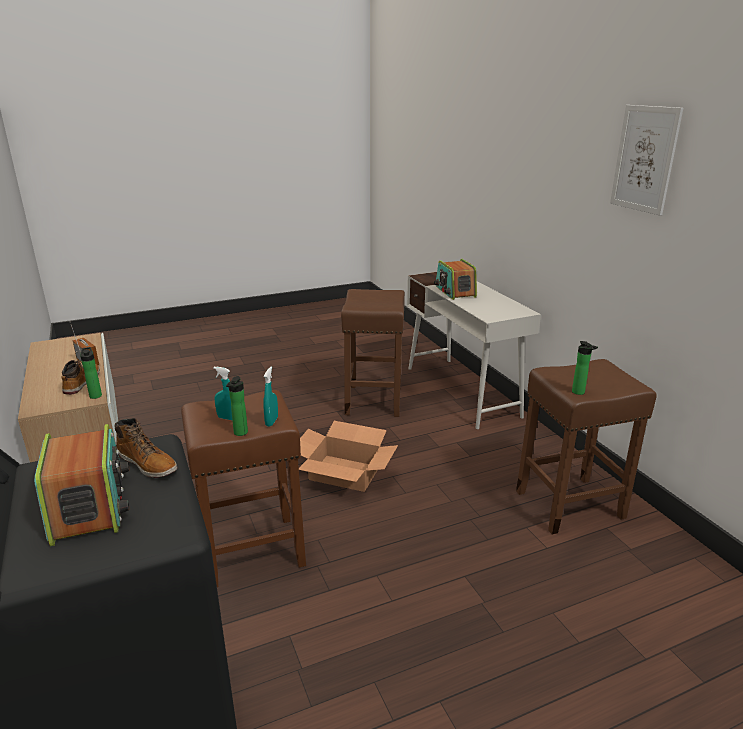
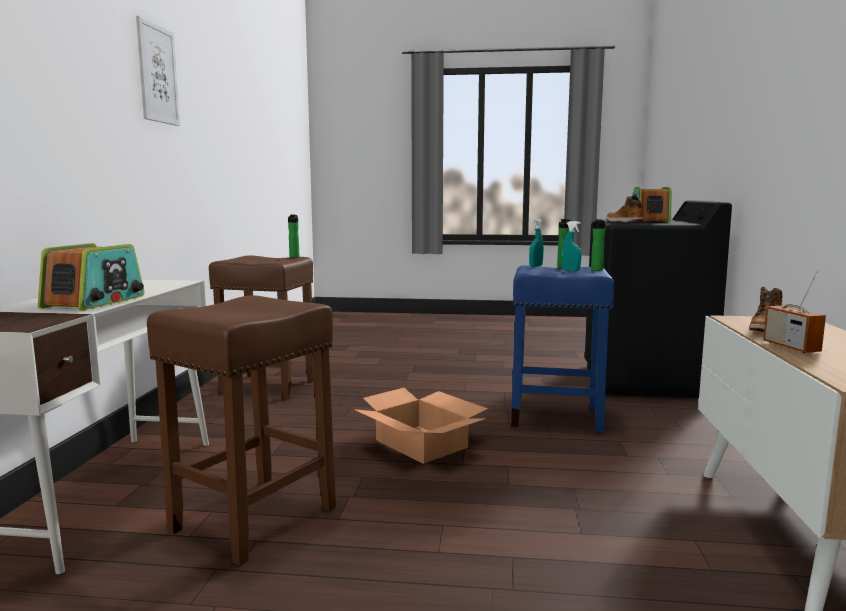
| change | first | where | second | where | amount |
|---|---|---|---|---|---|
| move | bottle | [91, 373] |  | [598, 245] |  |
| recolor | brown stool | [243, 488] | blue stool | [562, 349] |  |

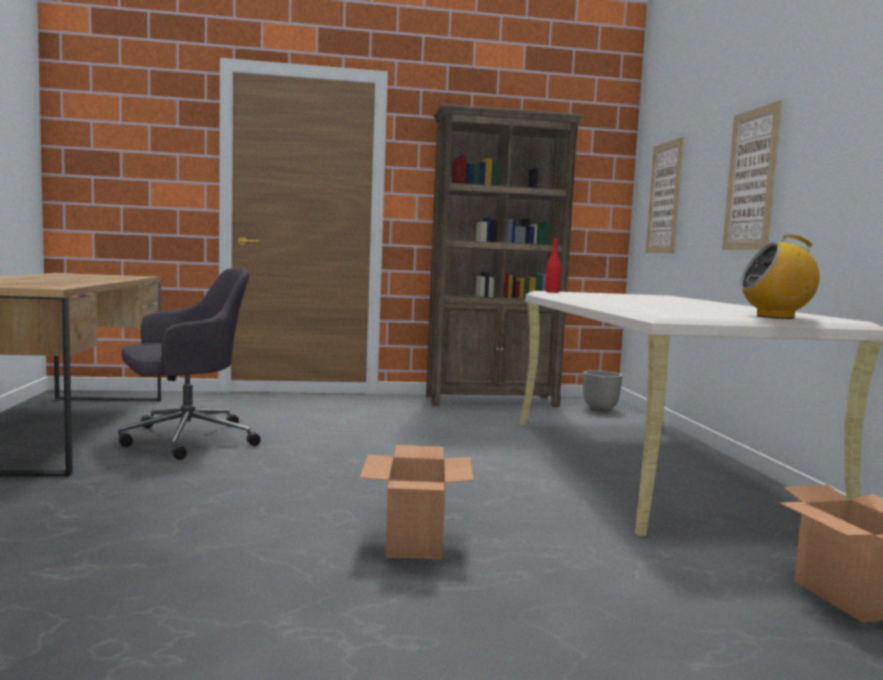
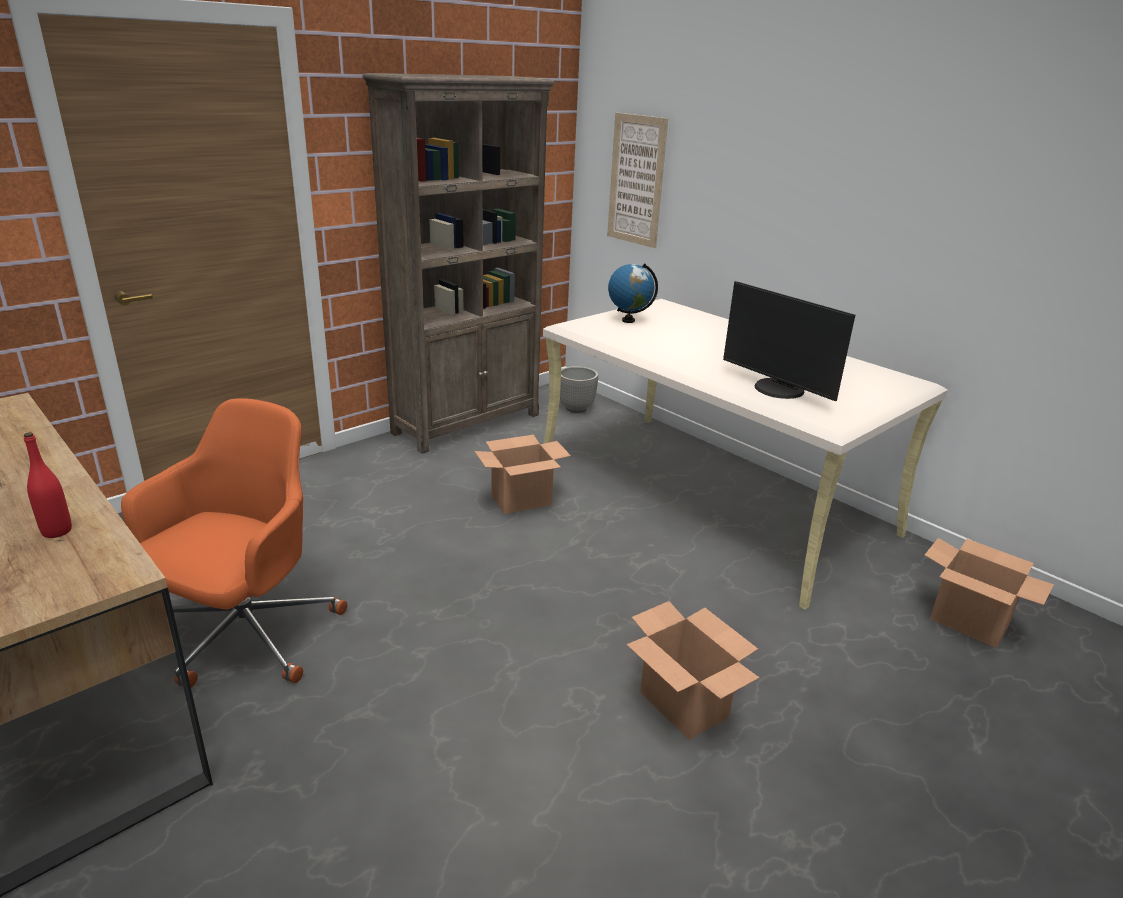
| change | first | where | second | where | amount |
|---|---|---|---|---|---|
| delete | picture | [752, 175] |  |  |  |
| delete | radio | [780, 277] |  |  |  |
| move | red bottle | [553, 265] |  | [48, 485] |  |
| recolor | grey office chair | [189, 364] | orange office chair | [234, 543] |  |
| insert |  |  | globe | [633, 293] |  |
| insert |  |  | monitor | [789, 341] |  |
| insert |  |  | cardboard box | [522, 474] |  |

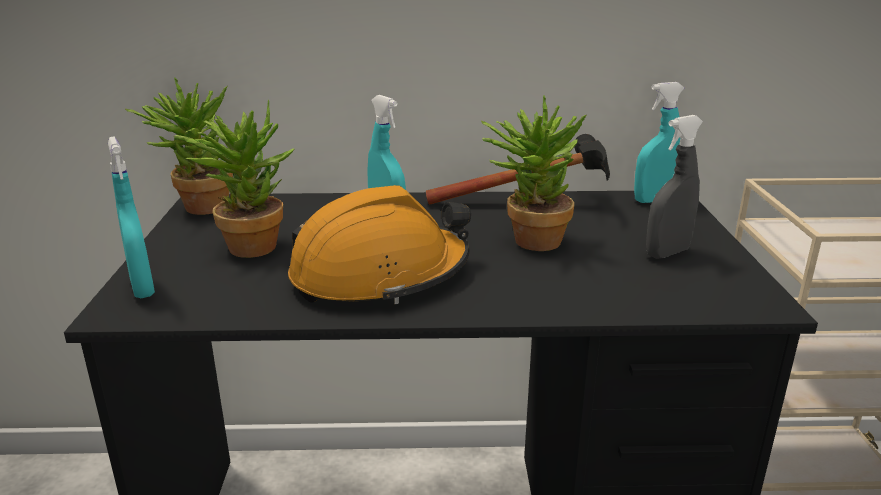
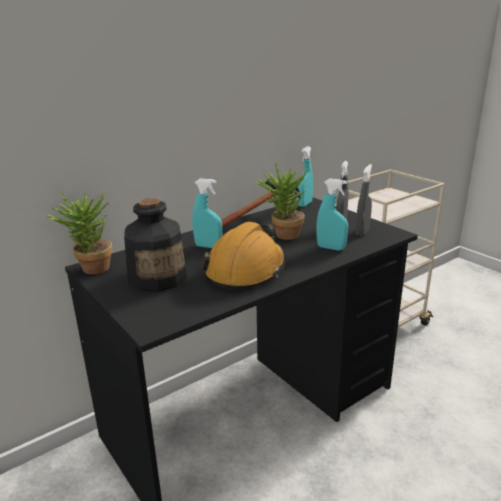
| change | first | where | second | where | amount |
|---|---|---|---|---|---|
| replace | potted plant | [234, 179] | bottle | [155, 245] |  |
| move | turquoise spray bottle | [131, 217] |  | [332, 214] |  |
| insert |  |  | grey spray bottle | [364, 200] |  |

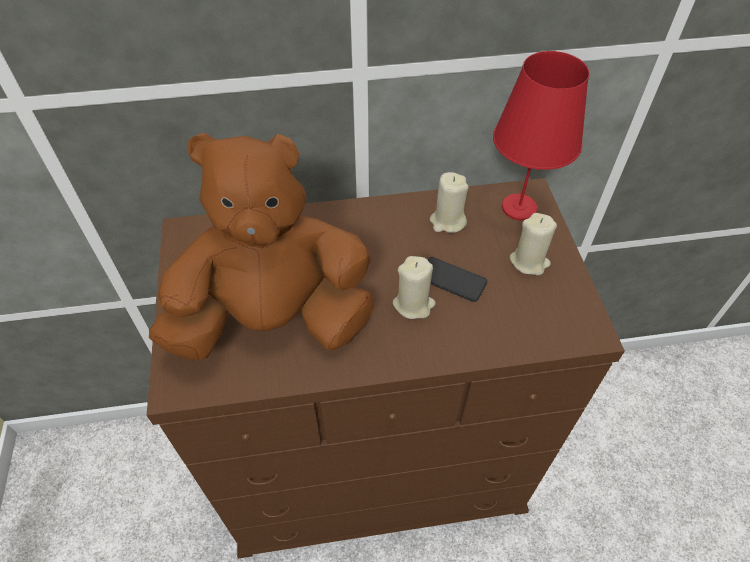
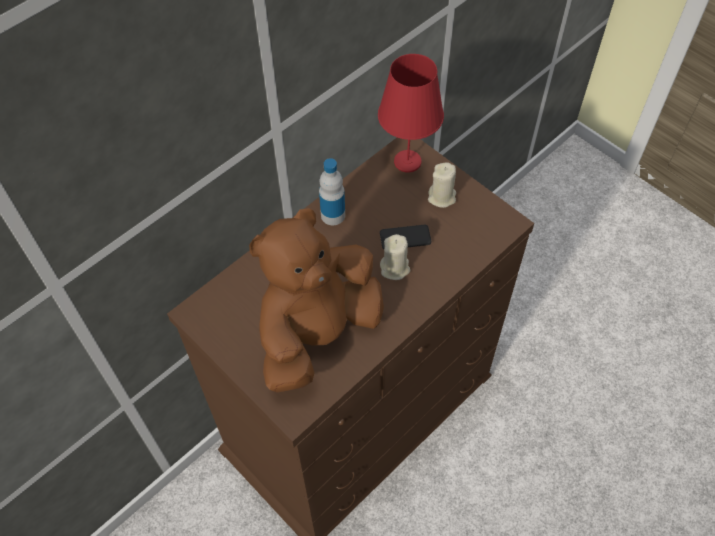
| change | first | where | second | where | amount |
|---|---|---|---|---|---|
| delete | beige candle | [449, 202] |  |  |  |
| insert |  |  | bottle | [332, 191] |  |

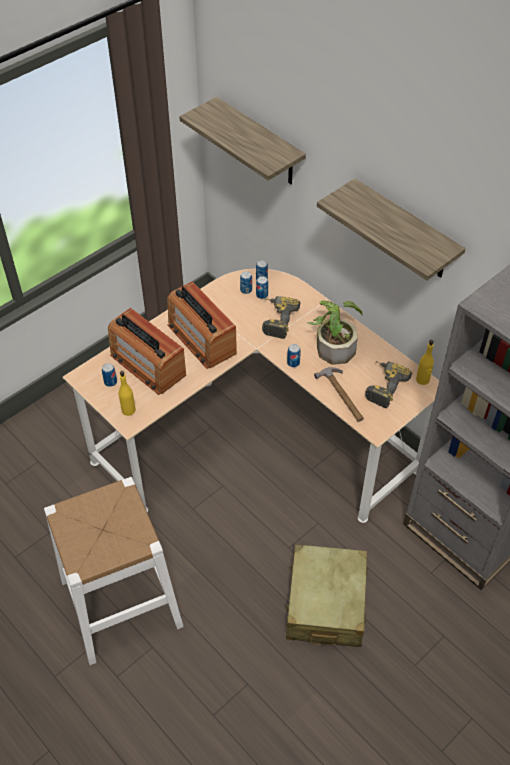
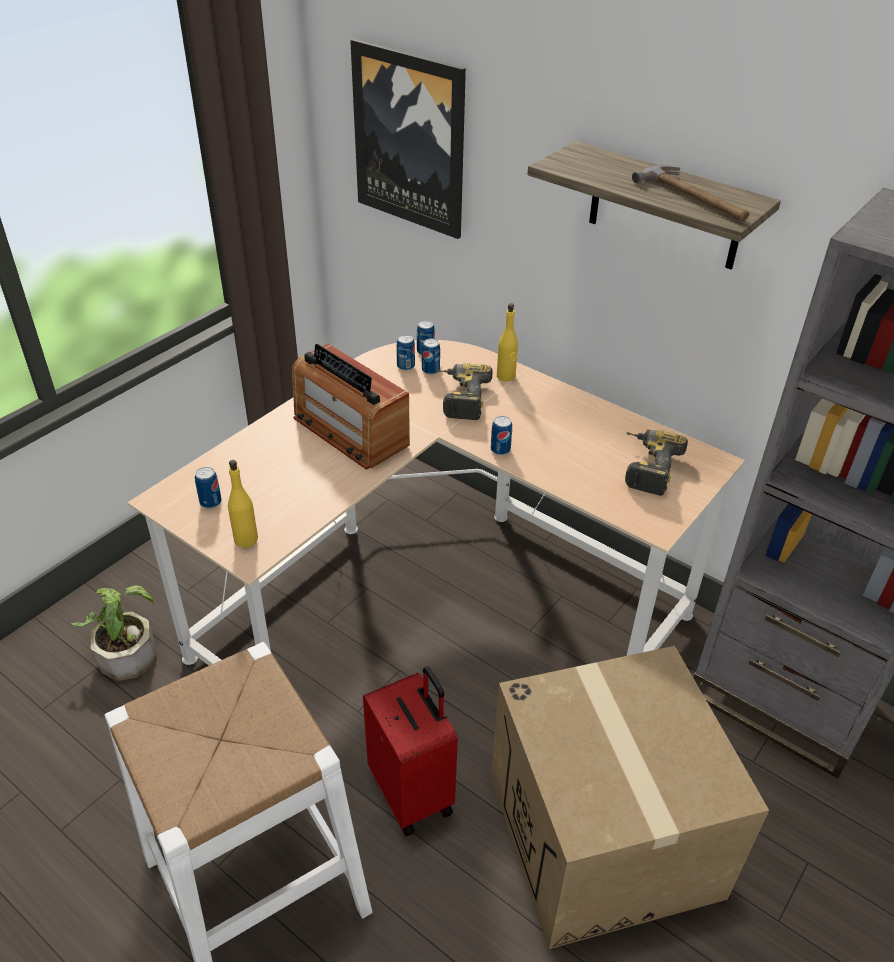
| change | first | where | second | where | amount |
|---|---|---|---|---|---|
| replace | shelf | [242, 140] | picture | [408, 139] |  |
| move | potted plant | [335, 332] |  | [114, 633] |  |
| delete | radio | [147, 351] |  |  |  |
| move | yellow bottle | [425, 362] |  | [507, 342] |  |
| move | hammer | [339, 394] |  | [690, 193] |  |
| replace | beige suitcase | [326, 595] | cardboard box | [630, 797] |  |
| insert |  |  | red suitcase | [410, 751] |  |

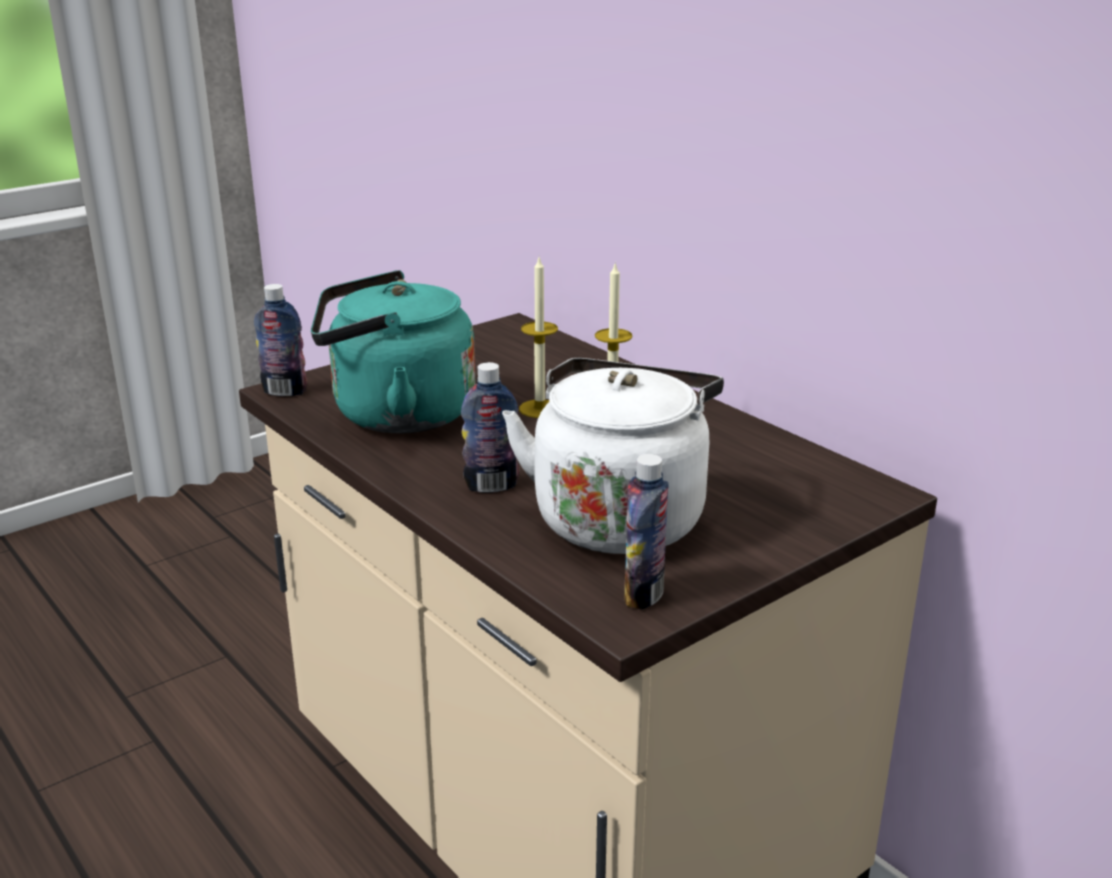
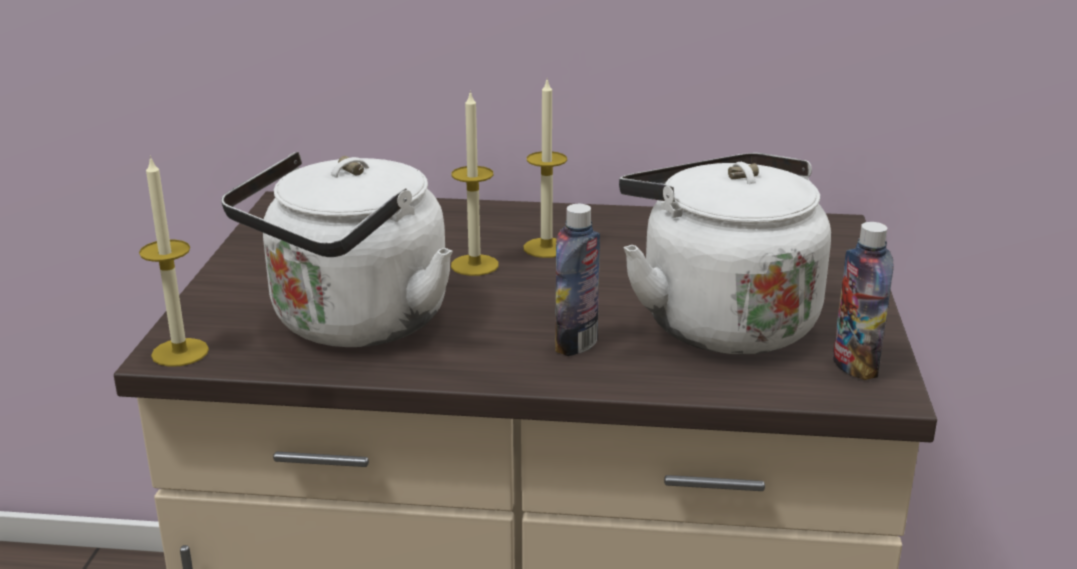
| change | first | where | second | where | amount |
|---|---|---|---|---|---|
| recolor | turquoise kettle | [393, 351] | white kettle | [337, 249] |  |
| replace | bottle | [280, 340] | candle | [174, 261] |  |

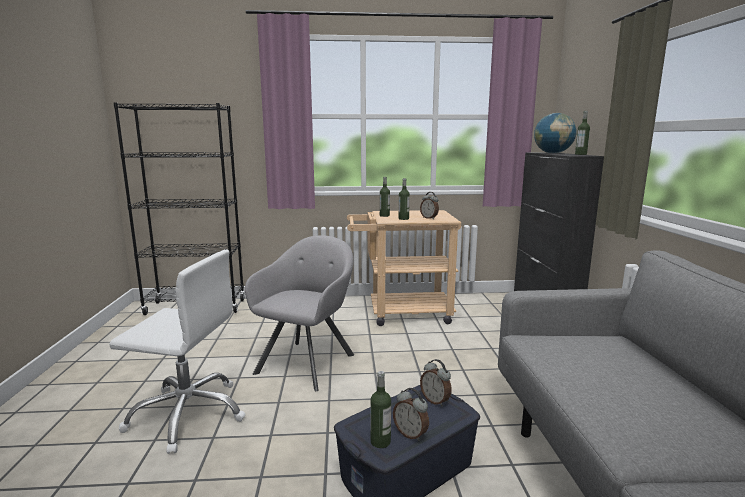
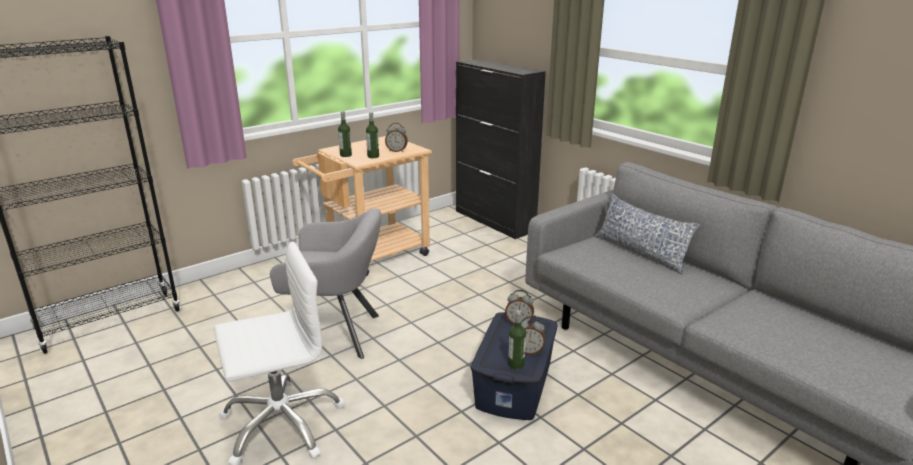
| change | first | where | second | where | amount |
|---|---|---|---|---|---|
| delete | bottle | [582, 133] |  |  |  |
| delete | globe | [555, 133] |  |  |  |
| rotate | grey armchair | [299, 313] |  | [325, 284] | 105 degrees clockwise |
| insert |  |  | pillow | [647, 233] |  |

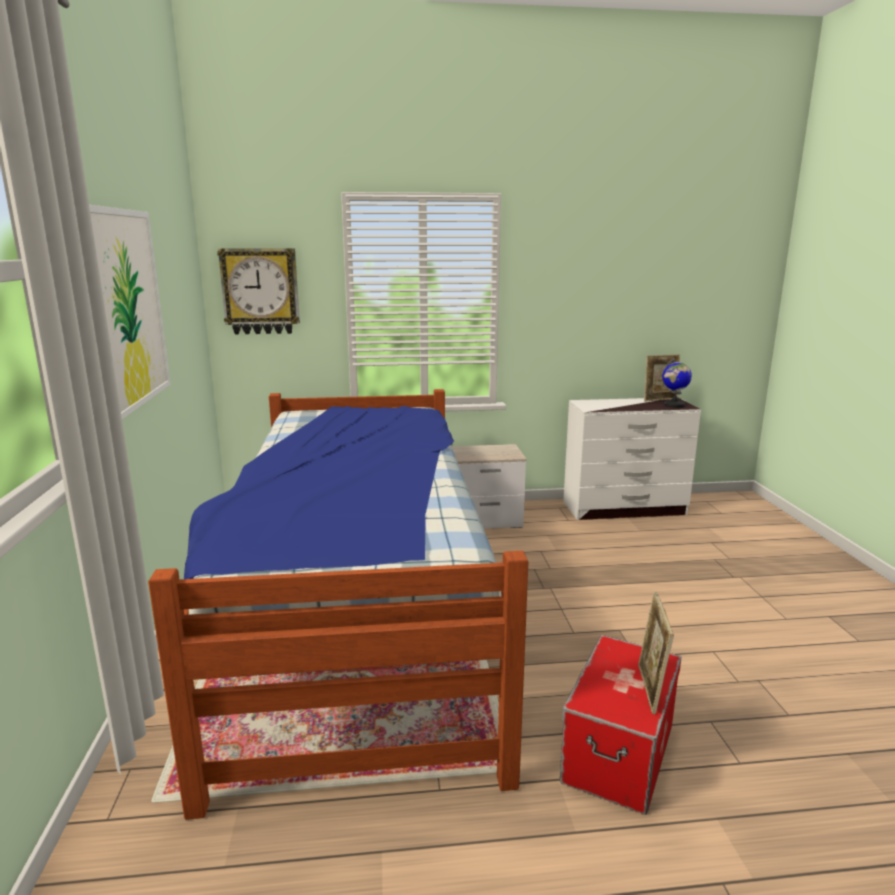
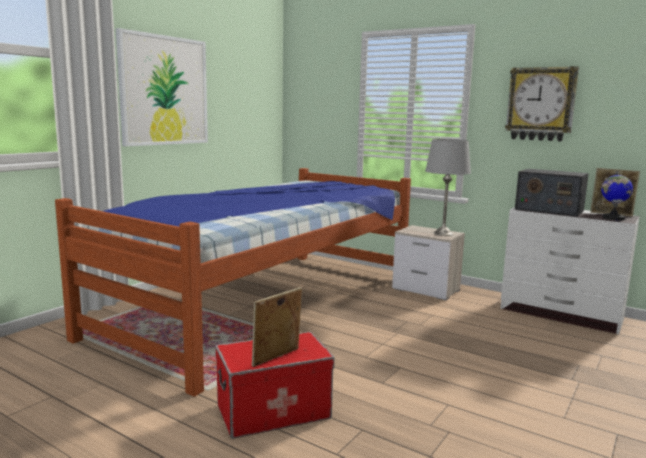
| change | first | where | second | where | amount |
|---|---|---|---|---|---|
| move | wall clock | [258, 291] |  | [542, 104] |  |
| insert |  |  | grey table lamp | [448, 187] |  |
| insert |  |  | radio | [552, 193] |  |

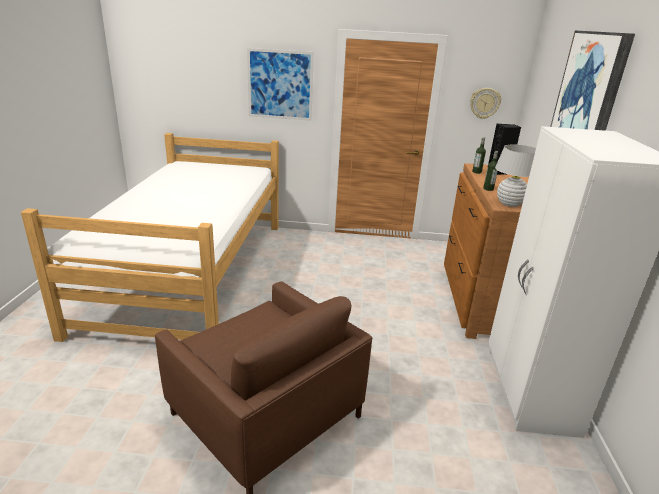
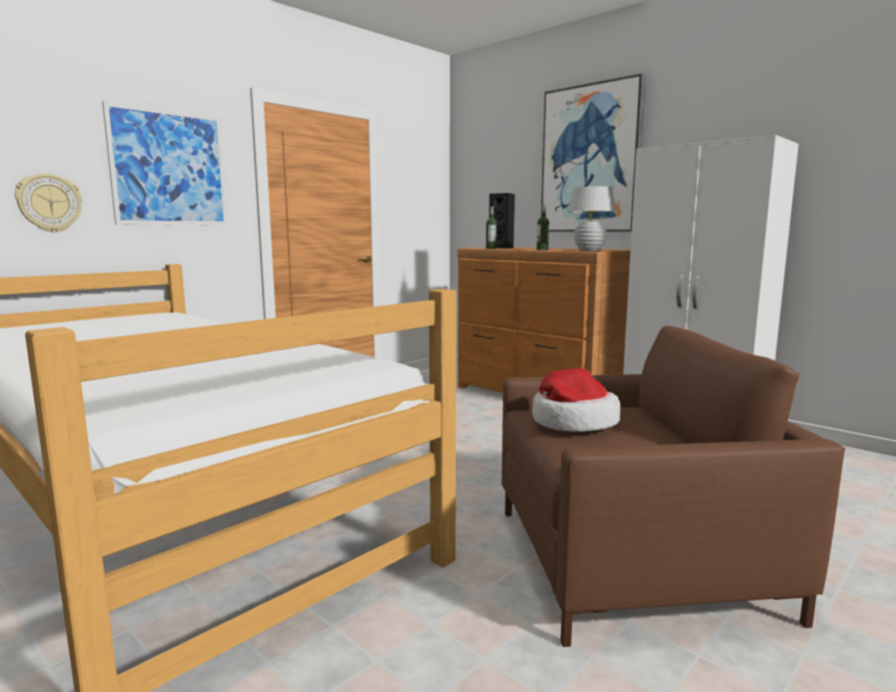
| change | first | where | second | where | amount |
|---|---|---|---|---|---|
| move | wall clock | [485, 103] |  | [48, 203] |  |
| insert |  |  | hat | [576, 400] |  |

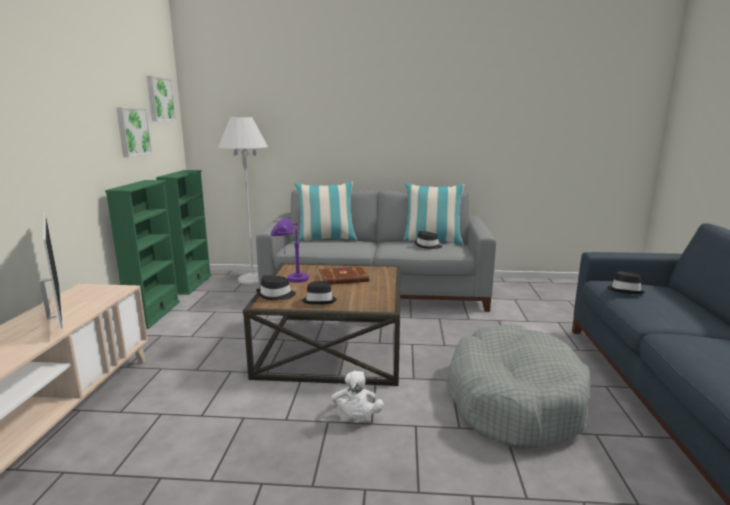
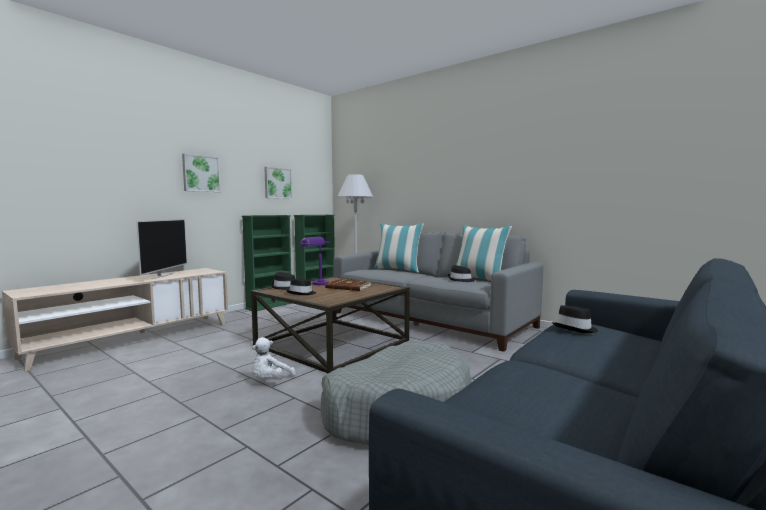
| change | first | where | second | where | amount |
|---|---|---|---|---|---|
| move | picture | [161, 98] |  | [201, 172] |  |

